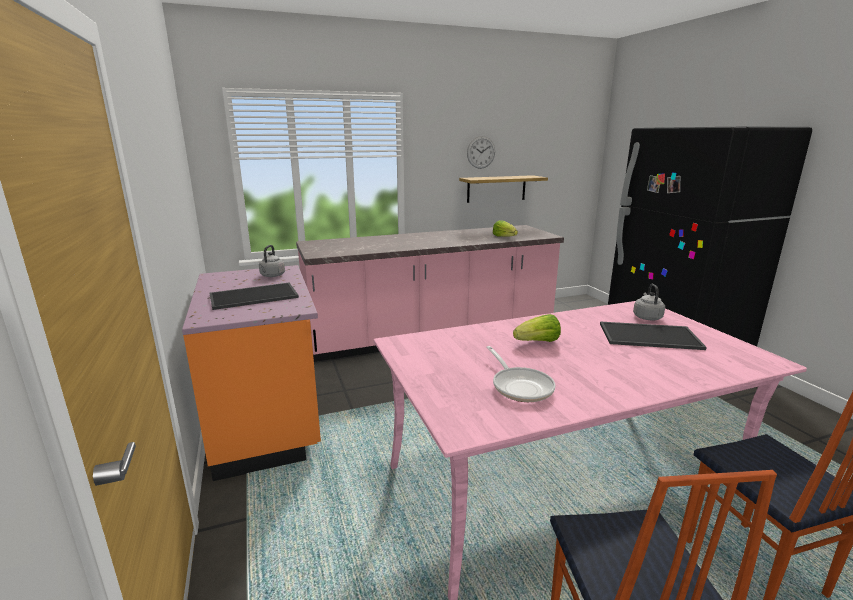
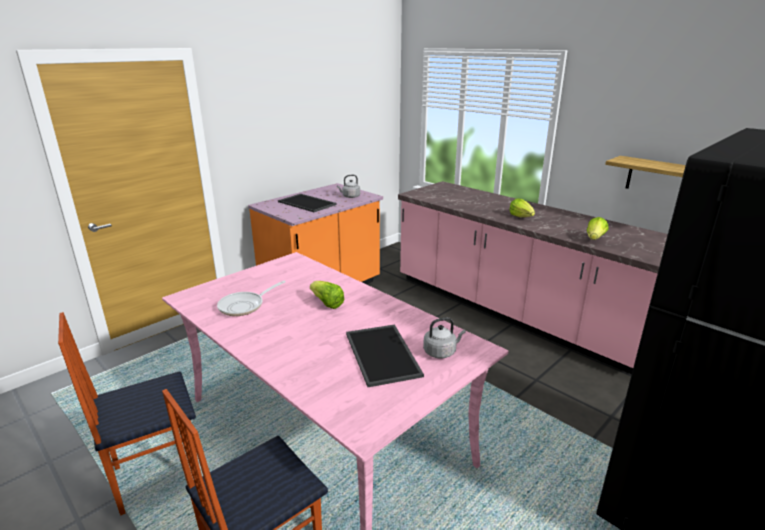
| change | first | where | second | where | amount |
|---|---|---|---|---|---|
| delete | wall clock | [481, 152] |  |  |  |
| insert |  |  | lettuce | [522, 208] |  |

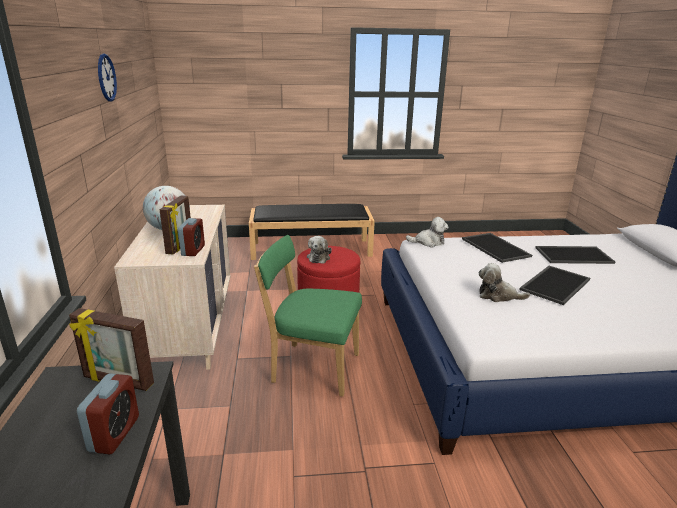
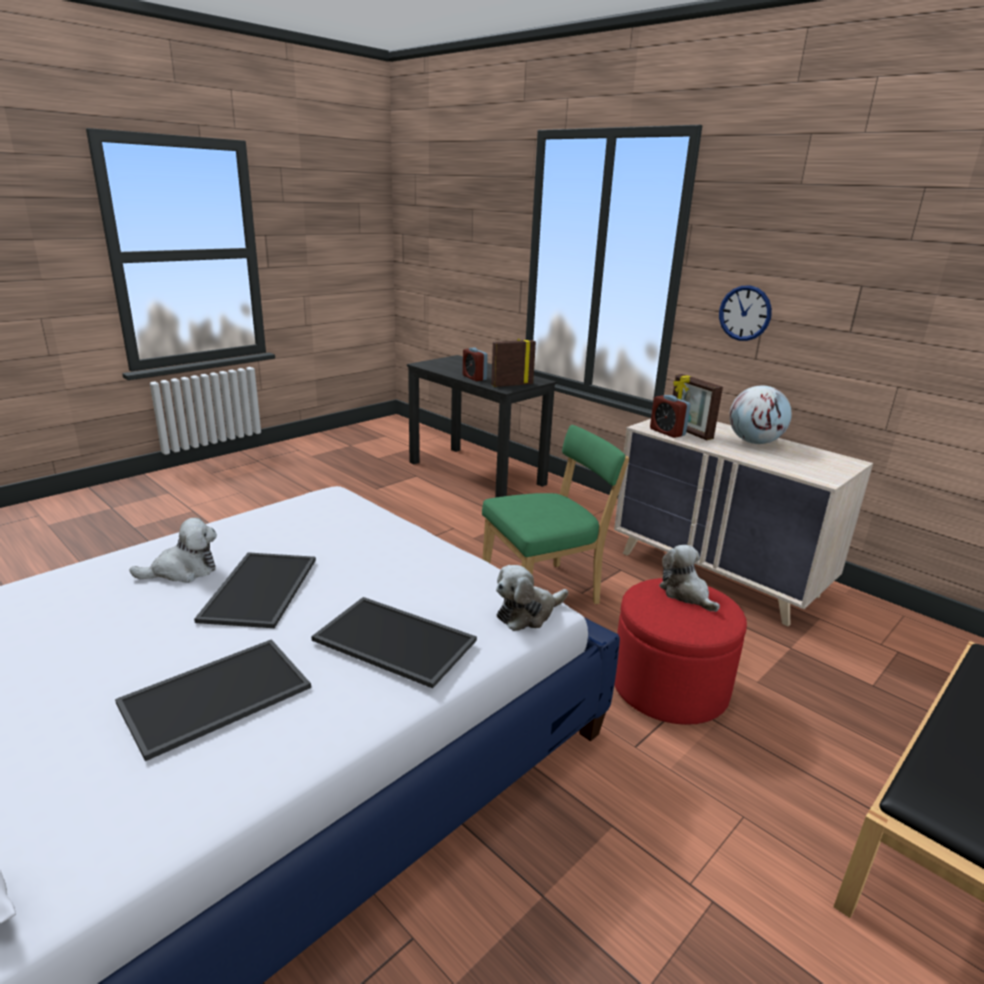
| change | first | where | second | where | amount |
|---|---|---|---|---|---|
| move | wall clock | [107, 77] |  | [745, 313] |  |
| move | plush toy | [504, 282] |  | [173, 550] |  |

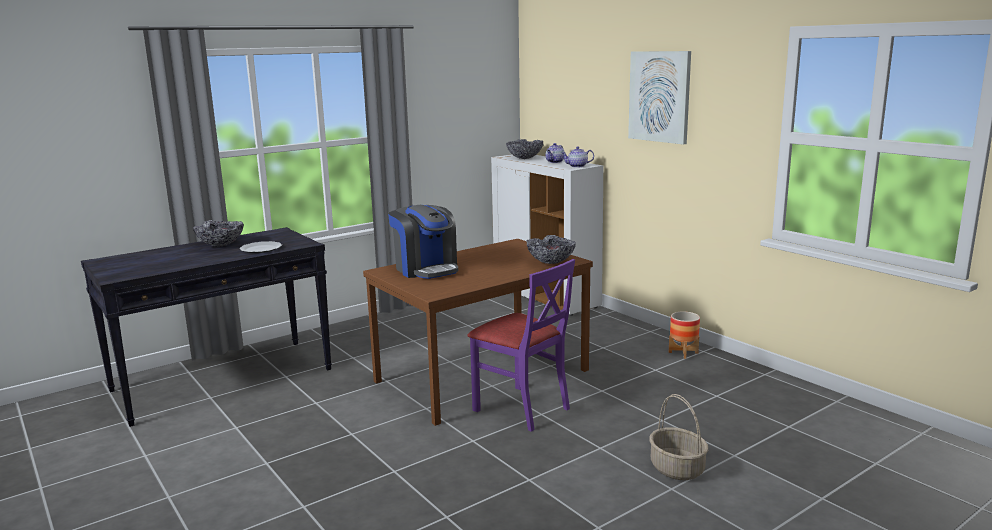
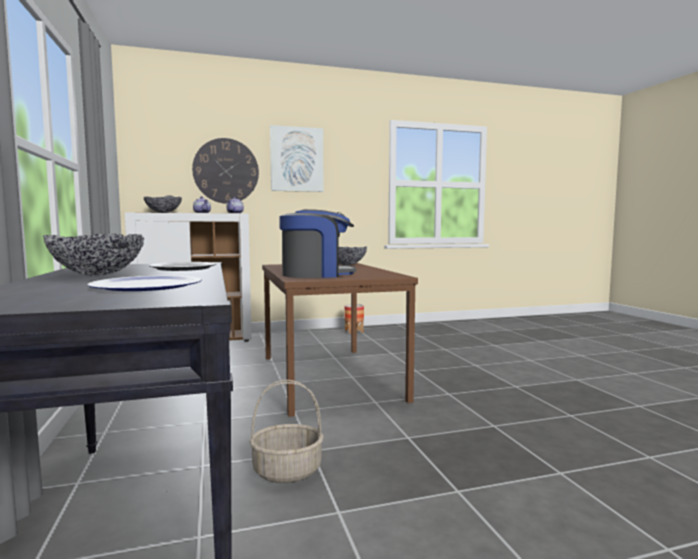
| change | first | where | second | where | amount |
|---|---|---|---|---|---|
| delete | purple chair | [521, 345] |  |  |  |
| move | basket | [678, 437] |  | [287, 431] |  |
| insert |  |  | wall clock | [225, 171] |  |
| insert |  |  | plate | [144, 283] |  |

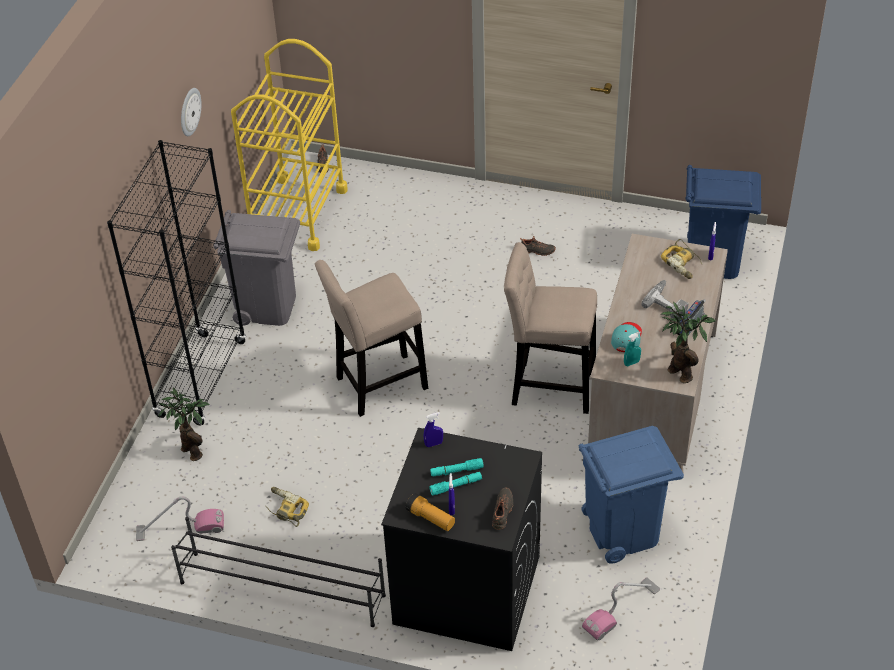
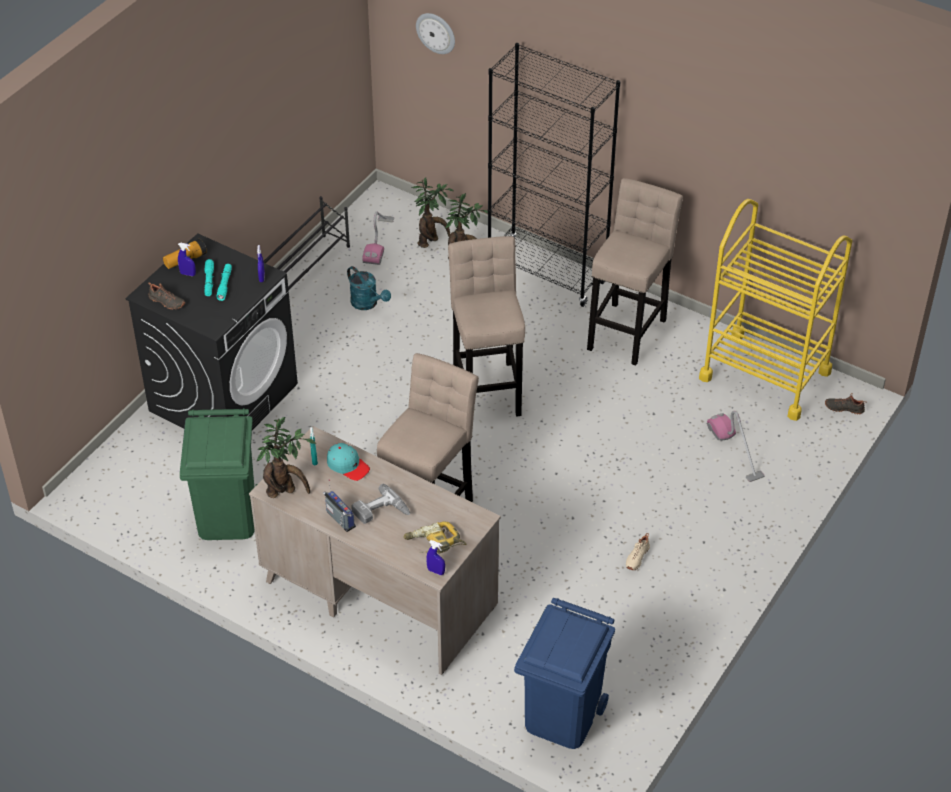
| change | first | where | second | where | amount |
|---|---|---|---|---|---|
| move | wall clock | [191, 112] |  | [435, 33] |  |
| replace | grey trash can | [256, 268] | beige stool | [635, 272] |  |
| recolor | black shoe | [538, 246] | beige shoe | [638, 551] |  |
| recolor | blue trash can | [631, 495] | green trash can | [218, 474] |  |
| replace | power drill | [287, 507] | turquoise watering can | [369, 288] |  |
| move | vacuum cleaner | [621, 609] |  | [736, 446] |  |
| insert |  |  | potted plant | [433, 212] |  |

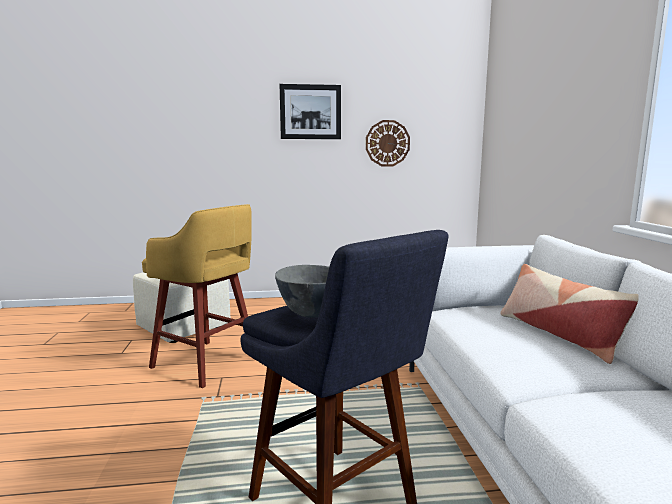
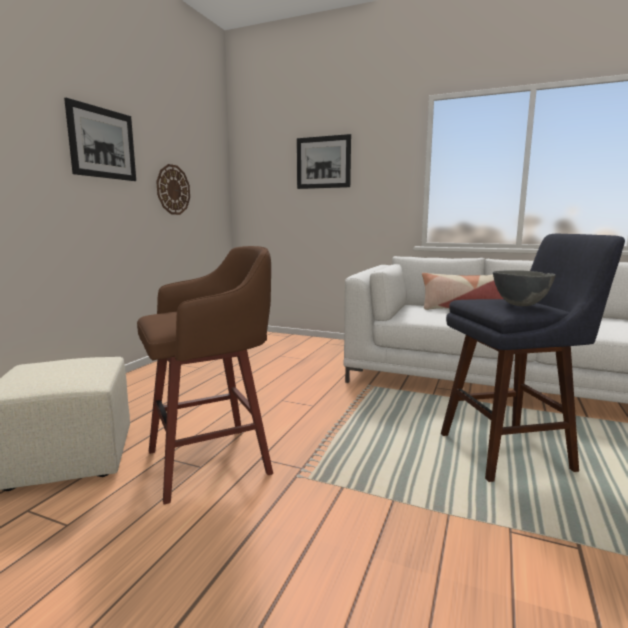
| change | first | where | second | where | amount |
|---|---|---|---|---|---|
| recolor | yellow stool | [197, 296] | brown stool | [205, 375] |  |
| insert |  |  | picture | [324, 161] |  |

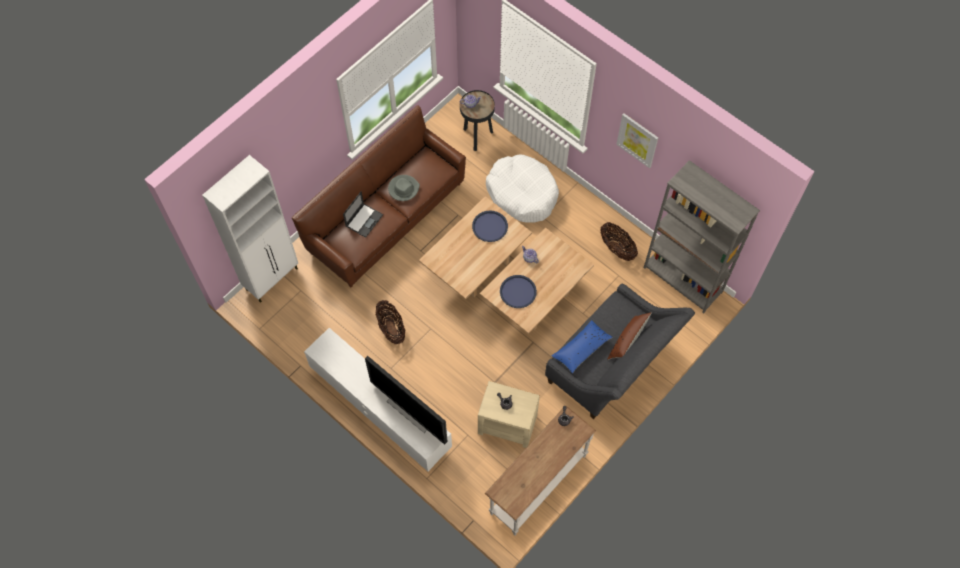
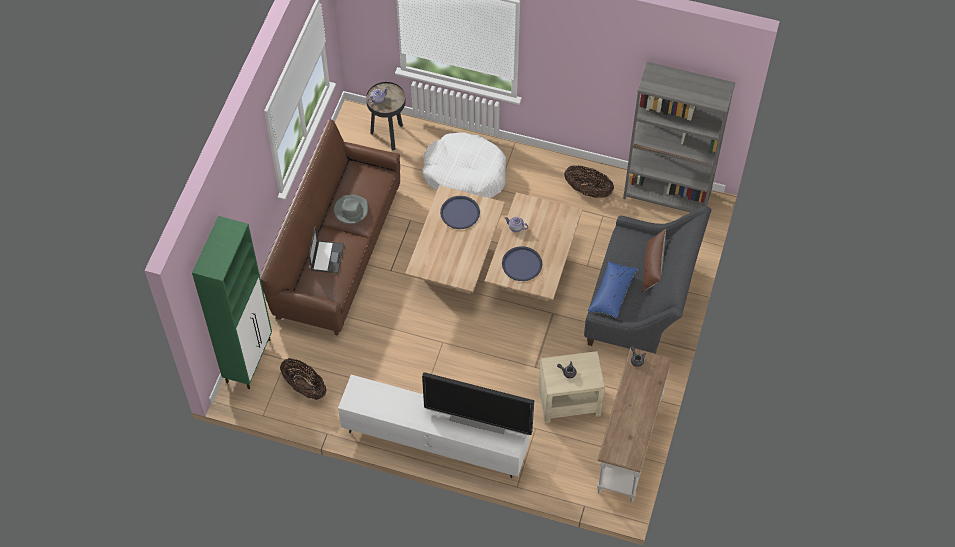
| change | first | where | second | where | amount |
|---|---|---|---|---|---|
| delete | picture | [637, 140] |  |  |  |
| recolor | white cabinet | [250, 229] | green cabinet | [232, 302] |  |
| move | basket | [390, 322] |  | [303, 379] |  |

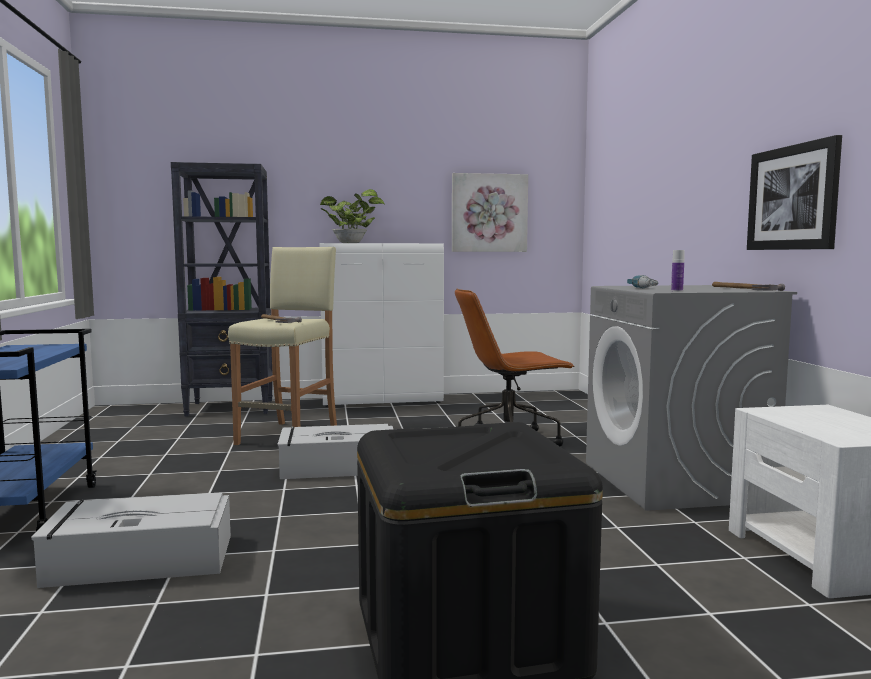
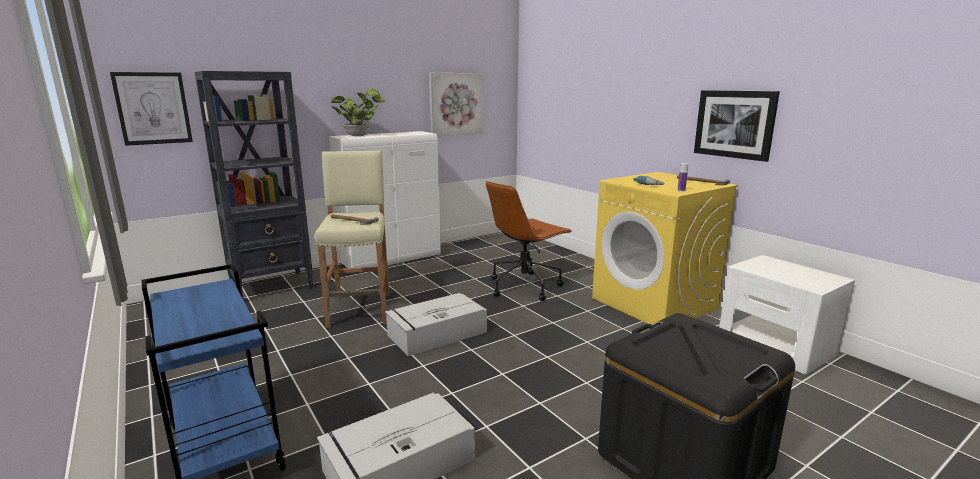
| change | first | where | second | where | amount |
|---|---|---|---|---|---|
| recolor | grey washing machine | [691, 398] | yellow washing machine | [665, 248] |  |
| insert |  |  | picture | [151, 109] |  |

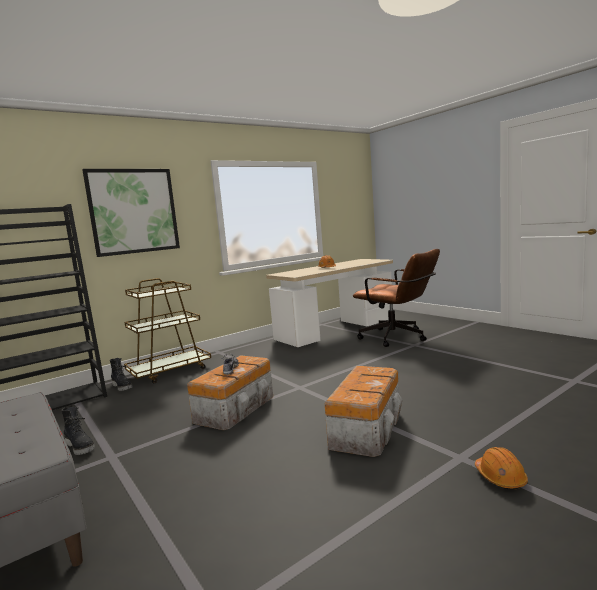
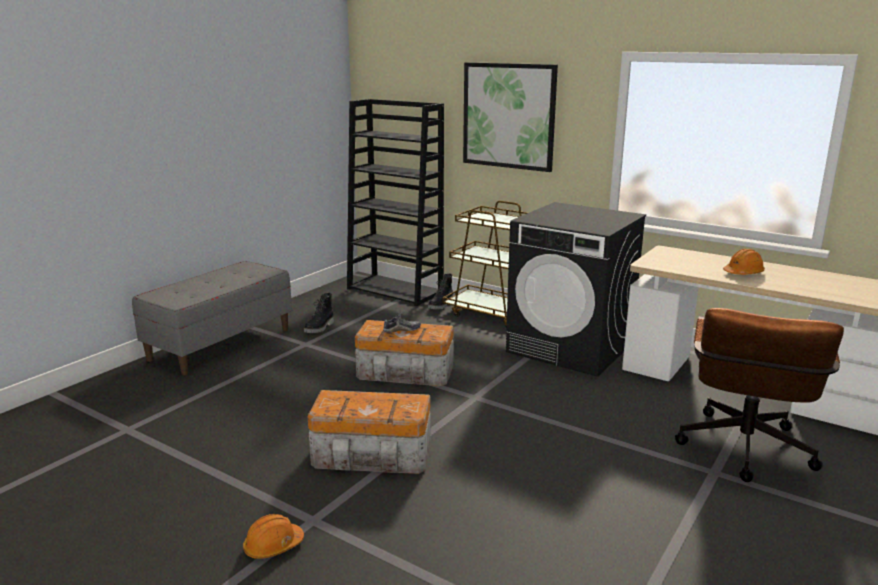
| change | first | where | second | where | amount |
|---|---|---|---|---|---|
| insert |  |  | black washing machine | [576, 289] |  |

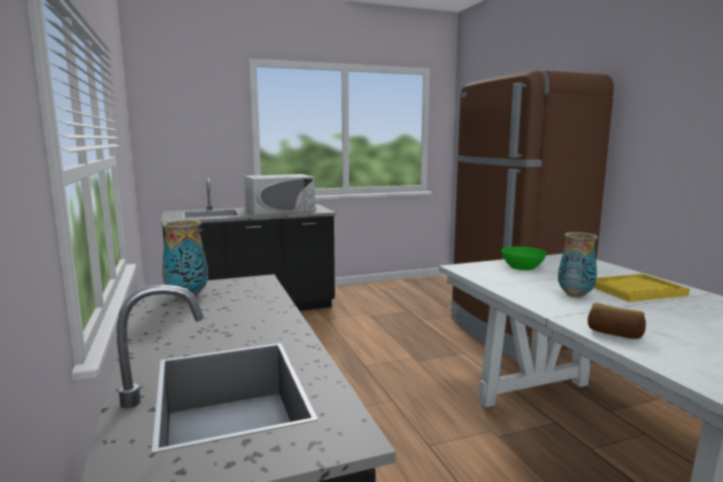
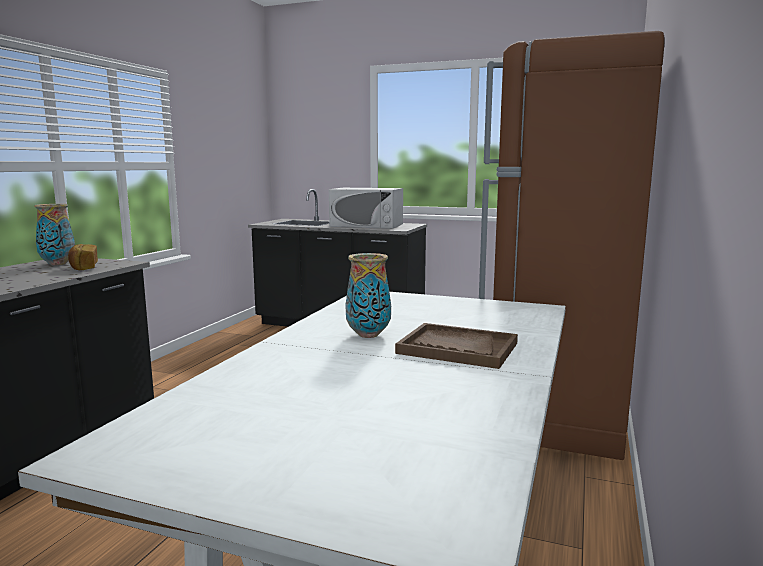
| change | first | where | second | where | amount |
|---|---|---|---|---|---|
| delete | green bowl | [523, 258] |  |  |  |
| recolor | yellow tray | [642, 288] | brown tray | [456, 346] |  |
| move | bread | [617, 321] |  | [83, 257] |  |

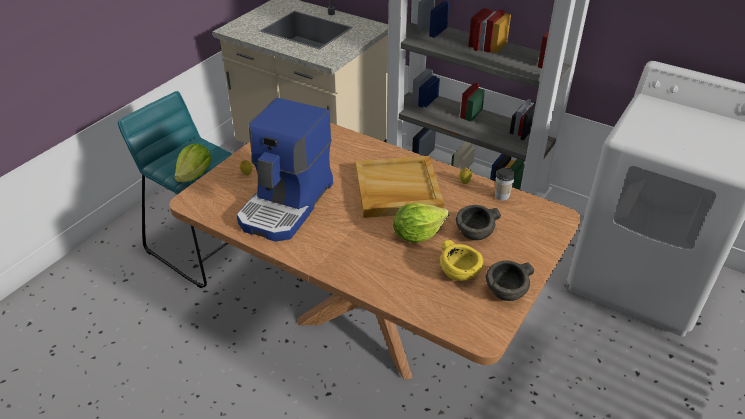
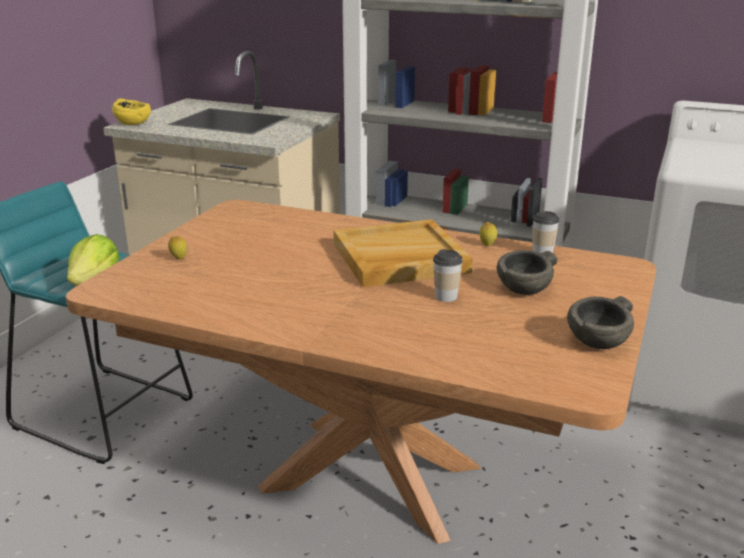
| change | first | where | second | where | amount |
|---|---|---|---|---|---|
| delete | coffee machine | [285, 170] |  |  |  |
| replace | lettuce | [421, 223] | cup | [448, 275] |  |
| move | yellow bowl | [461, 260] |  | [131, 111] |  |

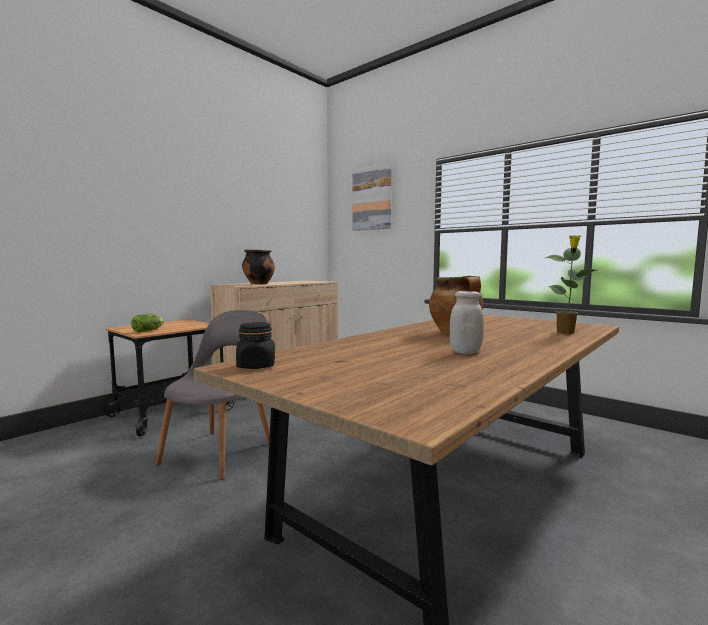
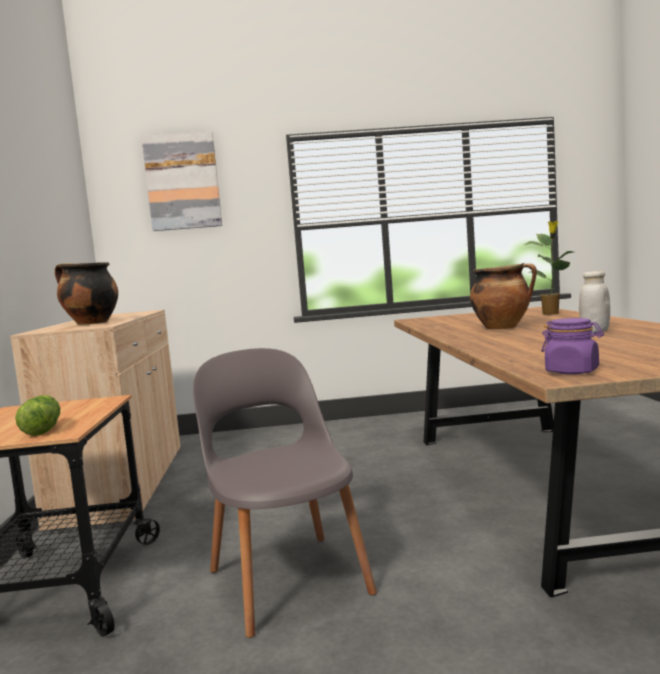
| change | first | where | second | where | amount |
|---|---|---|---|---|---|
| recolor | black jar | [255, 345] | purple jar | [572, 346] |  |

